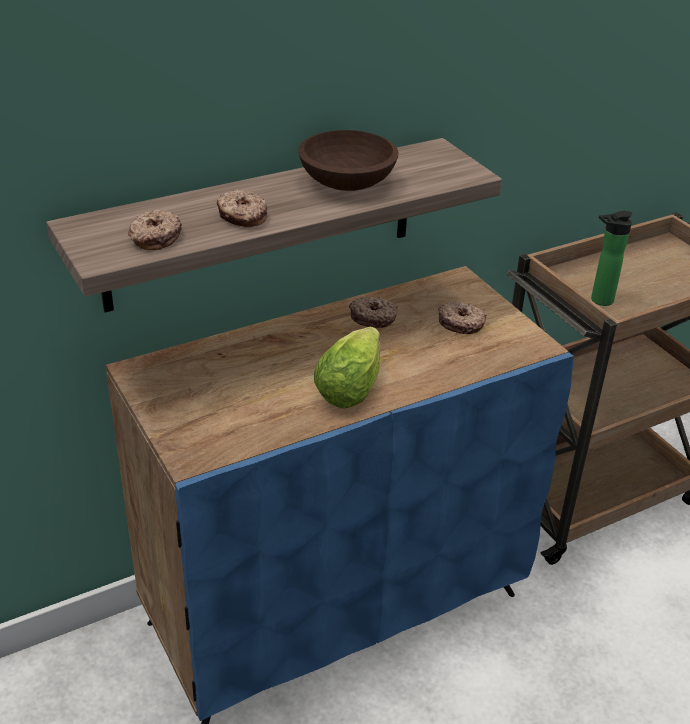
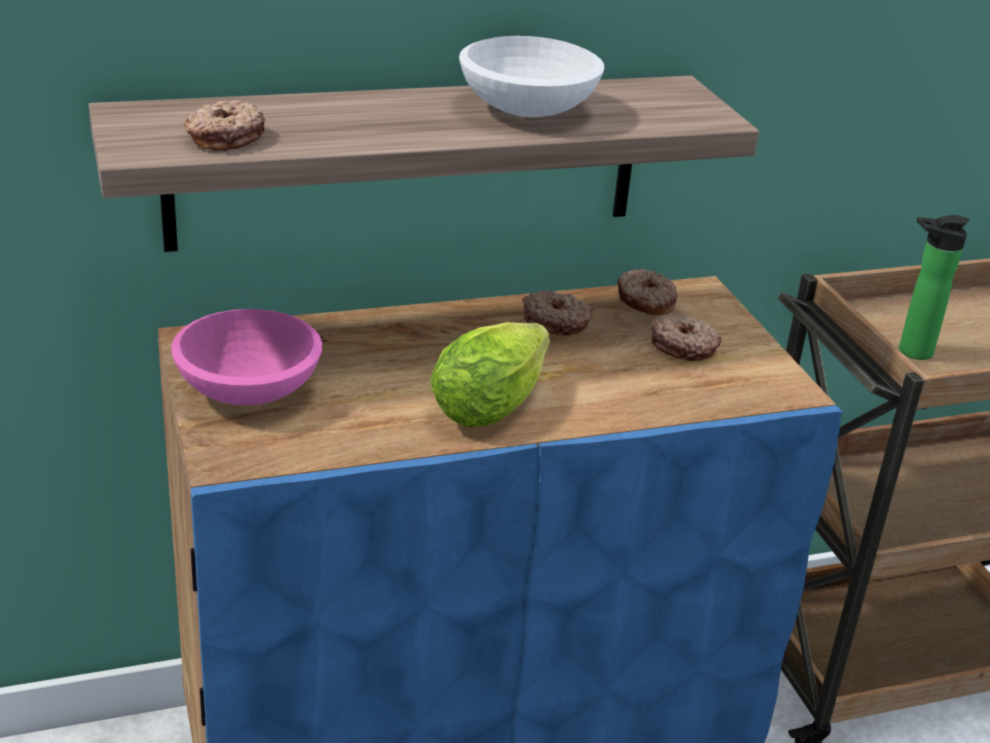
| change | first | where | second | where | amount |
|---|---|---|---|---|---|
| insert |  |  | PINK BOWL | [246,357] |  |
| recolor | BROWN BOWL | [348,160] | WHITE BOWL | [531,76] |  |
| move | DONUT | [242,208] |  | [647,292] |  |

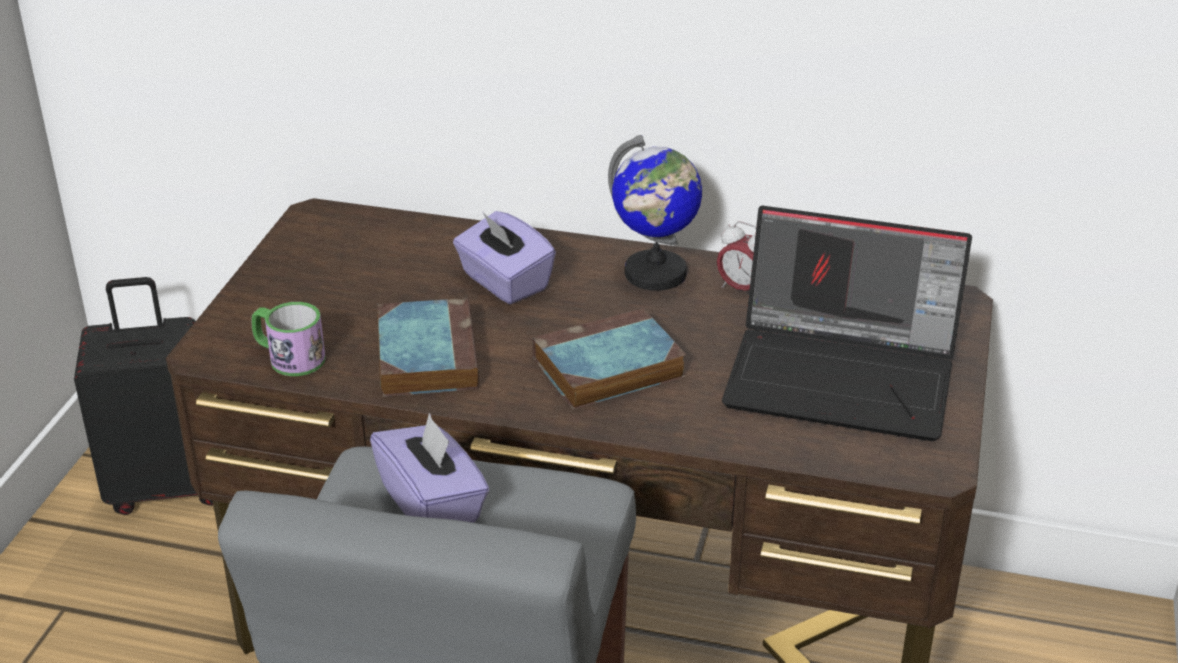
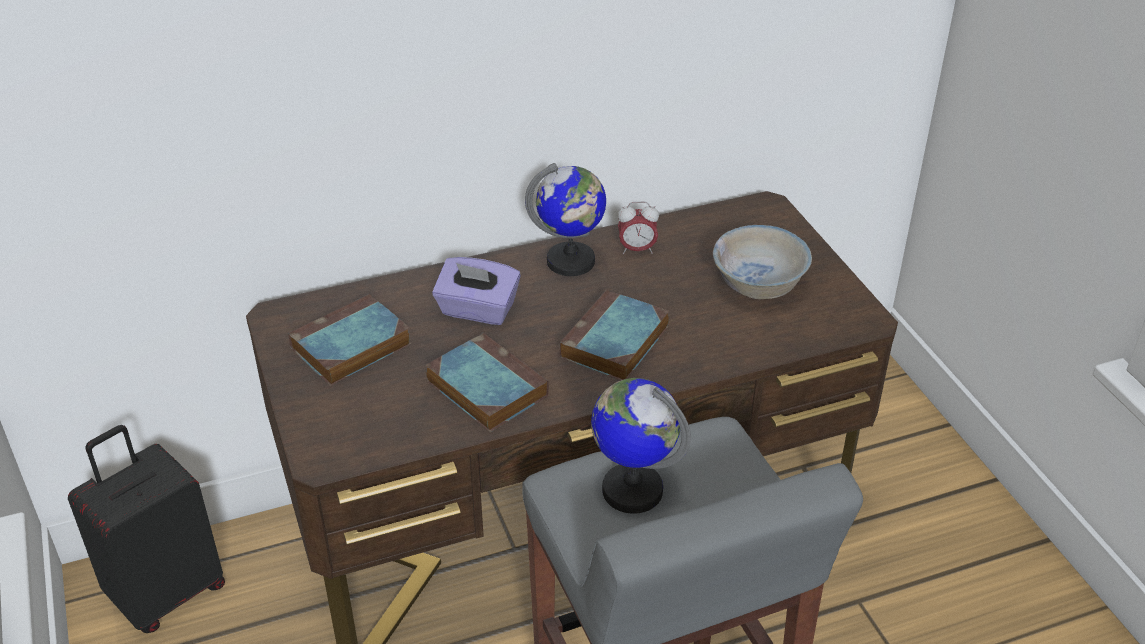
| change | first | where | second | where | amount |
|---|---|---|---|---|---|
| insert |  |  | BOOK | [350,340] |  |
| replace | PURPLE TISSUE BOX | [429,468] | GLOBE | [641,446] |  |
| replace | LAPTOP | [847,323] | WHITE BOWL | [762,262] |  |
| delete | MUG | [288,339] |  |  |  |

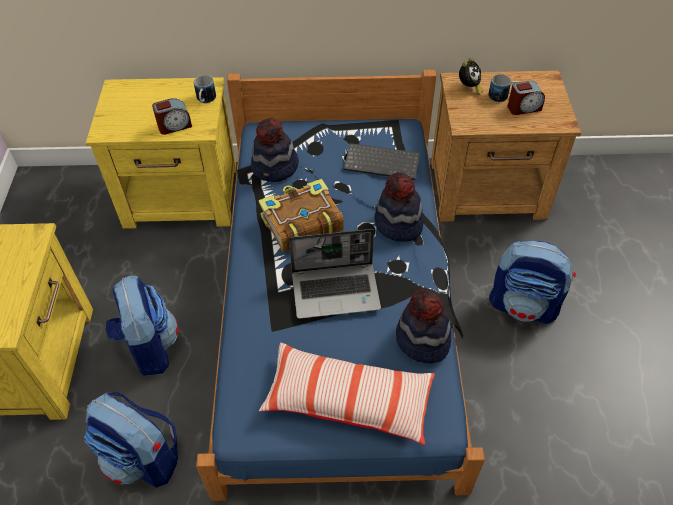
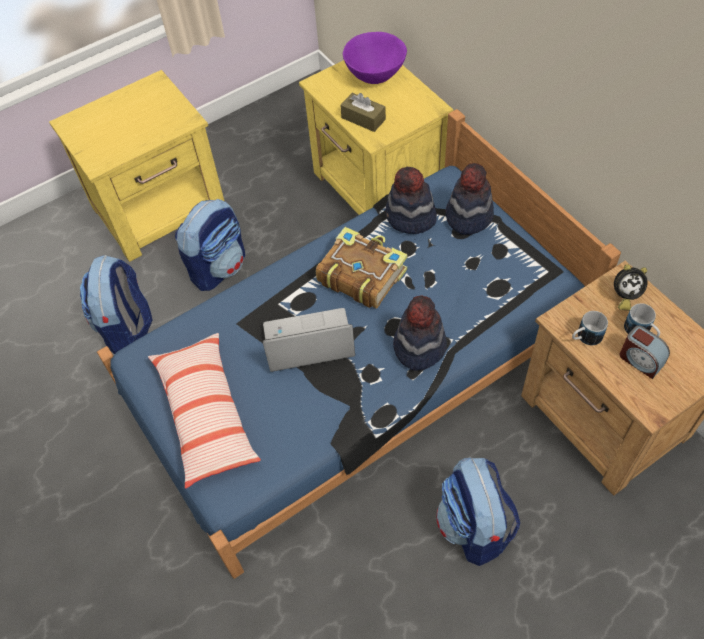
| change | first | where | second | where | amount |
|---|---|---|---|---|---|
| rotate | LAPTOP | [335,274] |  | [309,340] | 120 degrees clockwise |
| replace | ALARM CLOCK | [172,116] | BROWN TISSUE BOX | [363,112] |  |
| insert |  |  | PURPLE BOWL | [375,58] |  |
| move | HAT | [423,325] |  | [470,199] |  |
| move | MUG | [205,89] |  | [590,328] |  |
| delete | KEYBOARD | [382,161] |  |  |  |

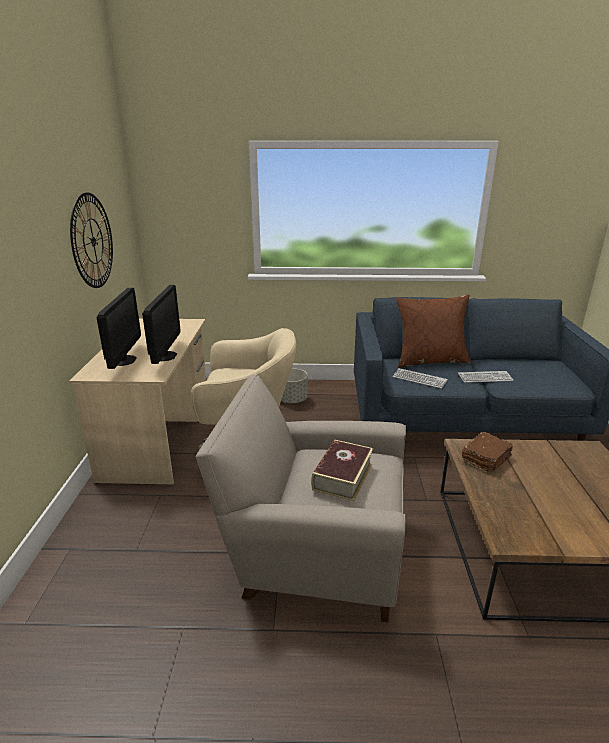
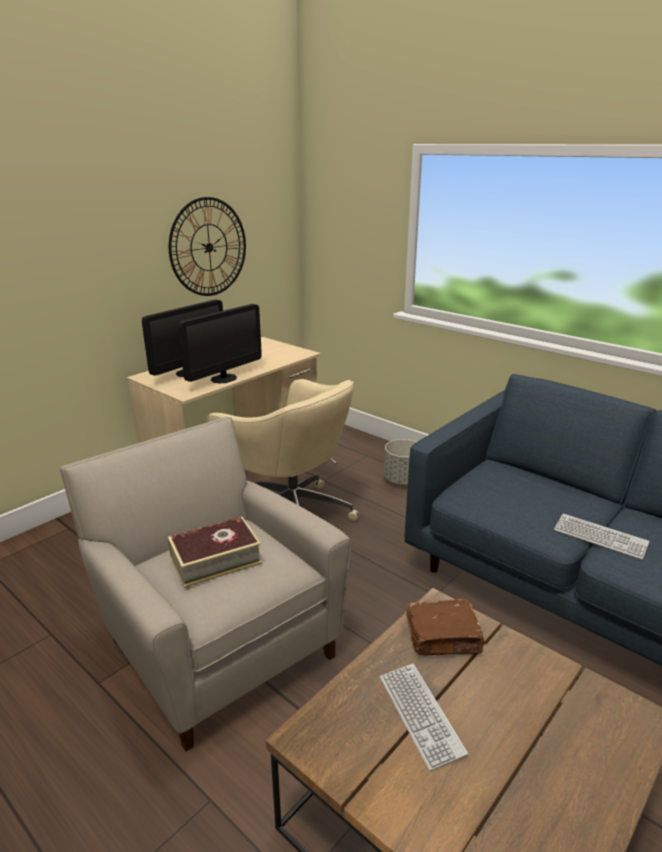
| change | first | where | second | where | amount |
|---|---|---|---|---|---|
| move | KEYBOARD | [420,378] |  | [424,717] |  |
| delete | BROWN PILLOW | [433,331] |  |  |  |

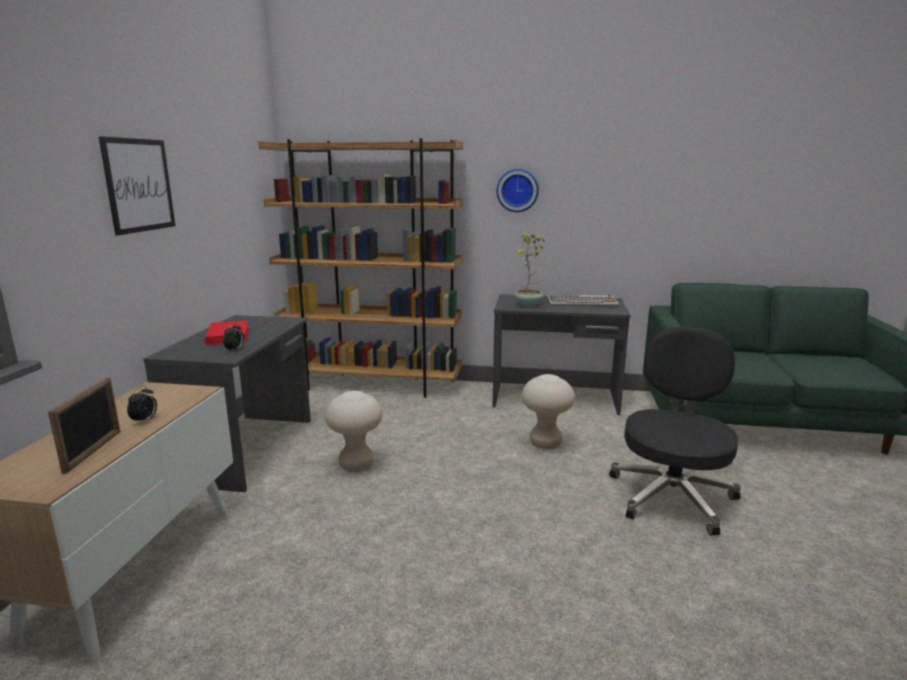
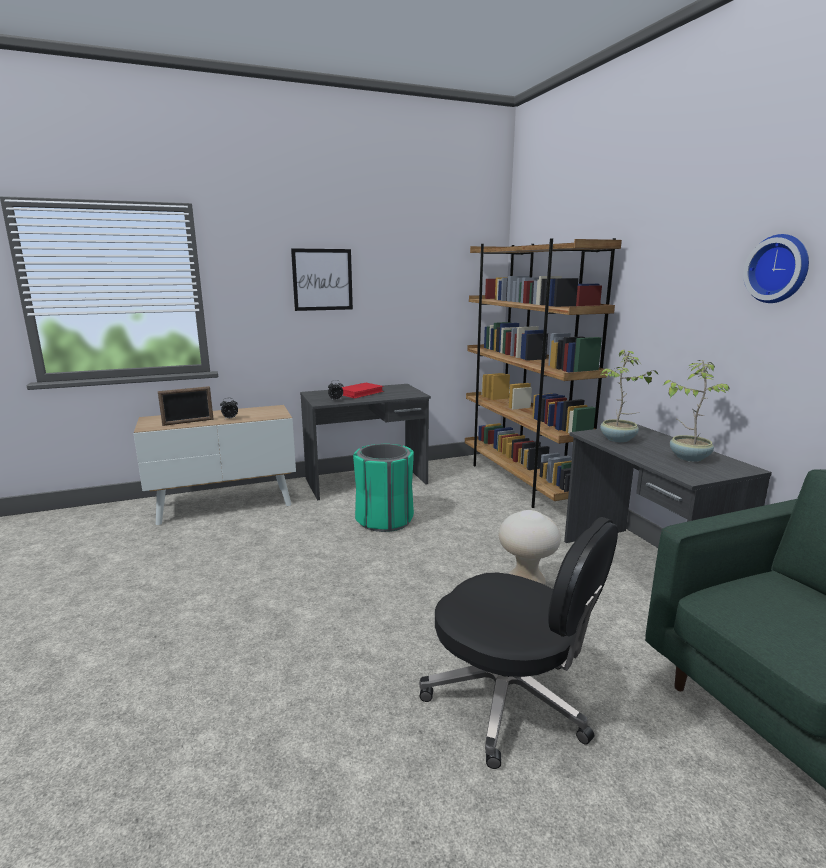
| change | first | where | second | where | amount |
|---|---|---|---|---|---|
| replace | BEIGE STOOL | [353,431] | GREEN TRASH CAN | [383,488] |  |
| rotate | BLACK OFFICE CHAIR | [675,431] |  | [518,643] | 45 degrees clockwise |
| replace | KEYBOARD | [582,301] | POTTED PLANT | [696,411] |  |
| move | WALL CLOCK | [518,190] |  | [776,268] |  |

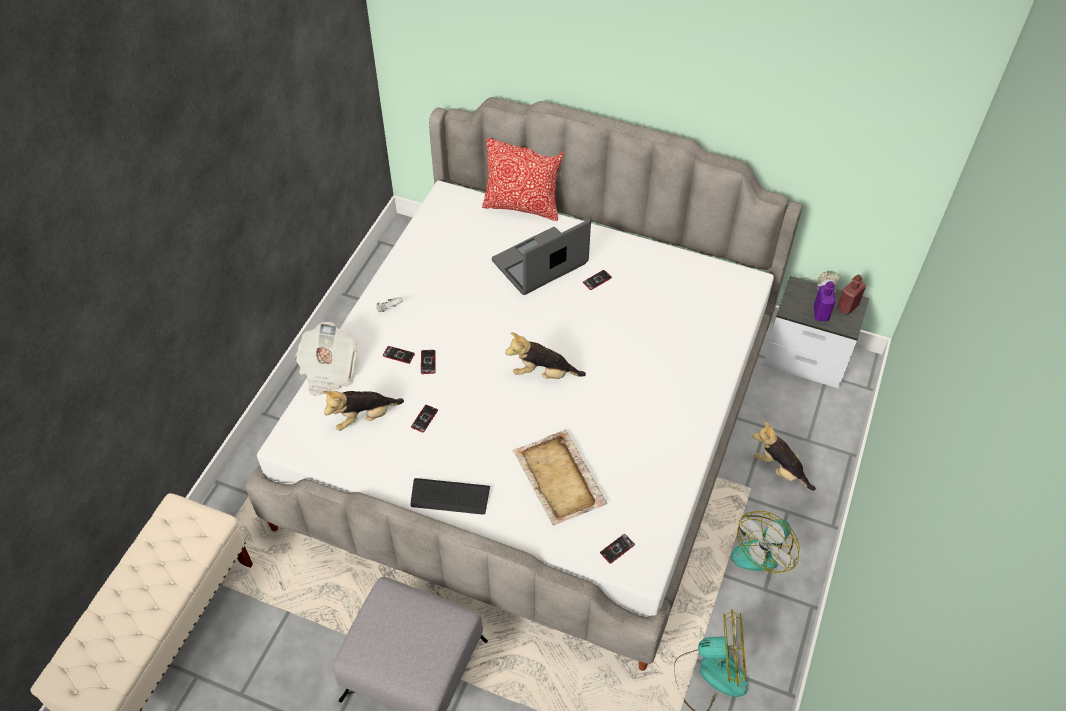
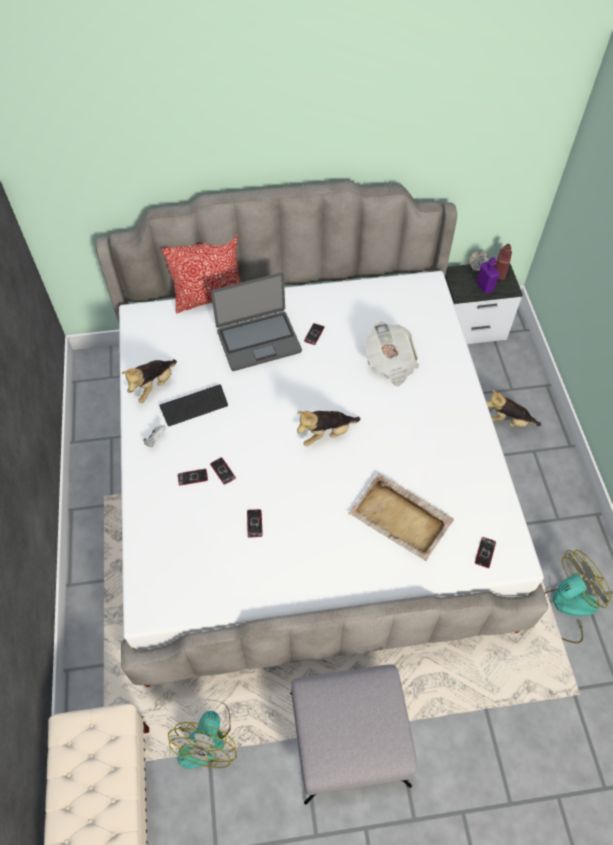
| change | first | where | second | where | amount |
|---|---|---|---|---|---|
| move | PLUSH TOY | [363,411] |  | [149,381] |  |
| move | KEYBOARD | [450,496] |  | [193,405] |  |
| move | FAN | [765,542] |  | [202,734] |  |
| rotate | LAPTOP | [541,257] |  | [256,321] | 135 degrees counterclockwise |
| move | NEWSPAPER | [326,359] |  | [392,354] |  |

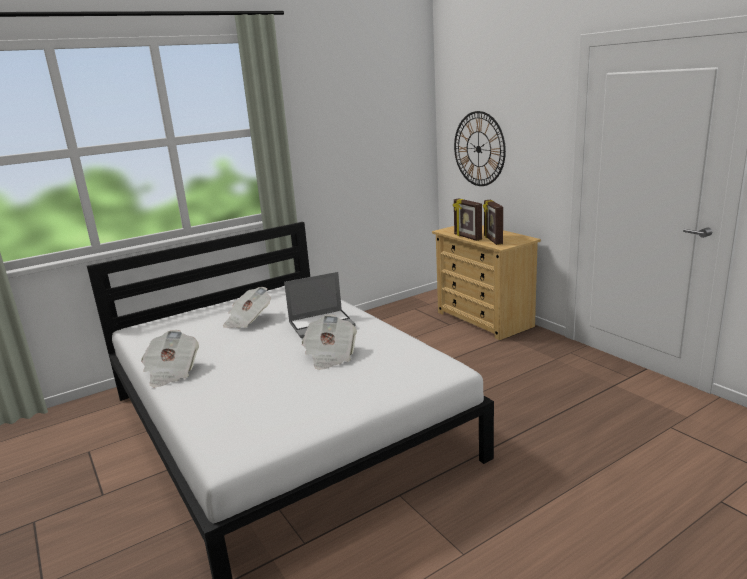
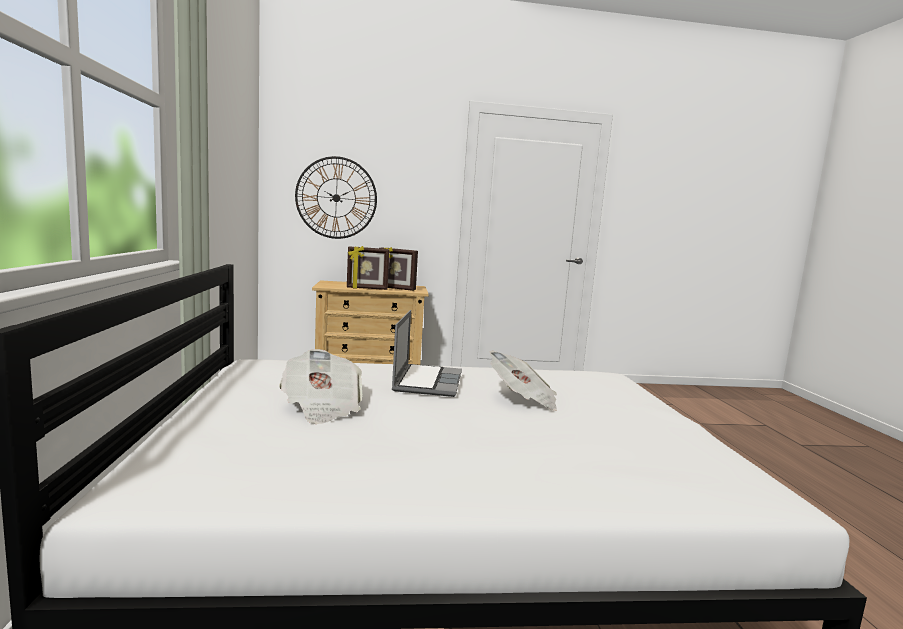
| change | first | where | second | where | amount |
|---|---|---|---|---|---|
| delete | NEWSPAPER | [170,358] |  |  |  |

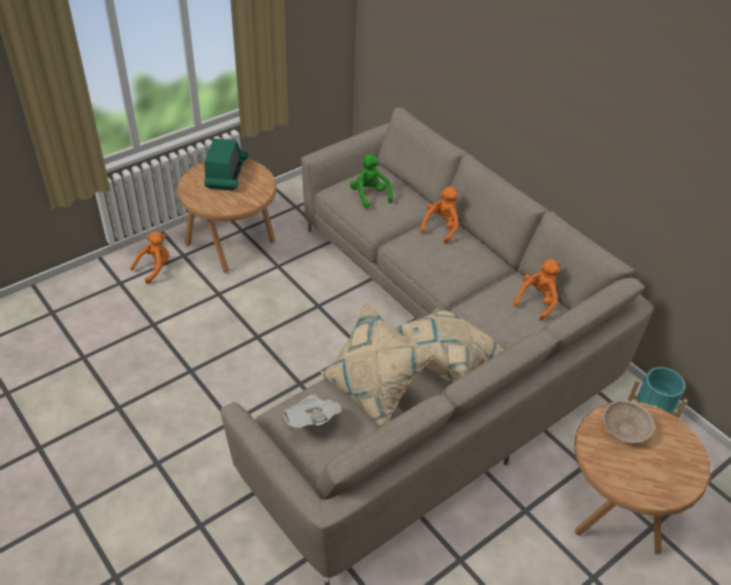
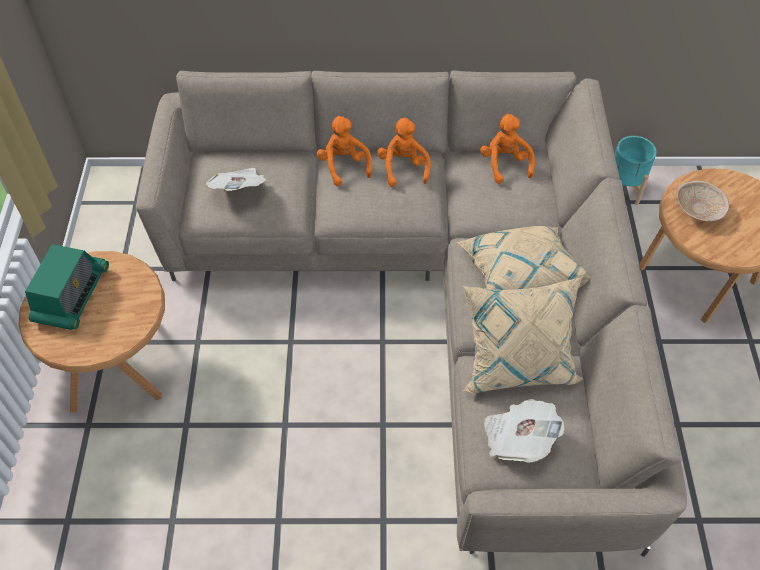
| change | first | where | second | where | amount |
|---|---|---|---|---|---|
| rotate | RADIO | [226,164] |  | [67,287] | 60 degrees clockwise |
| replace | GREEN PLUSH TOY | [371,181] | NEWSPAPER | [236,179] |  |
| move | ORANGE PLUSH TOY | [149,257] |  | [404,152] |  |

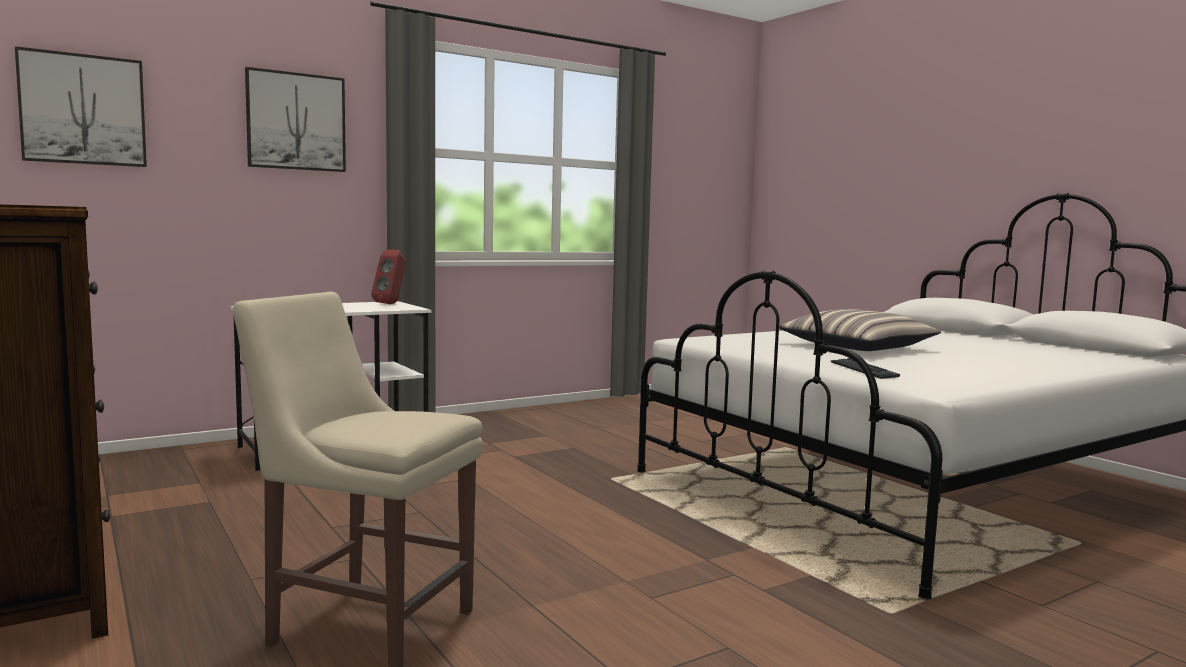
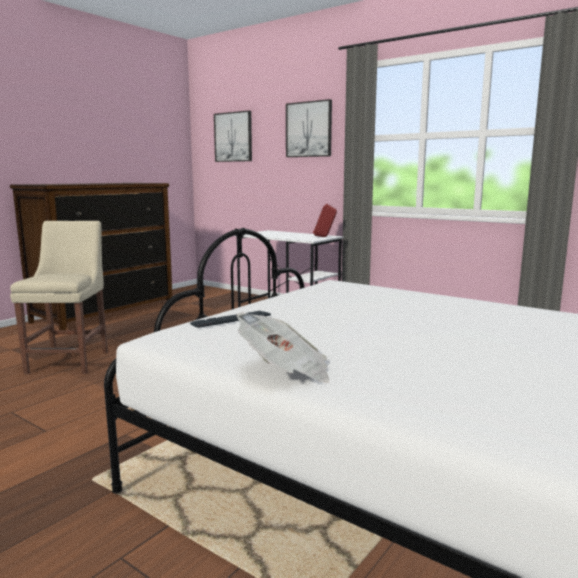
| change | first | where | second | where | amount |
|---|---|---|---|---|---|
| insert |  |  | NEWSPAPER | [283,347] |  |
| delete | PILLOW | [860,330] |  |  |  |

